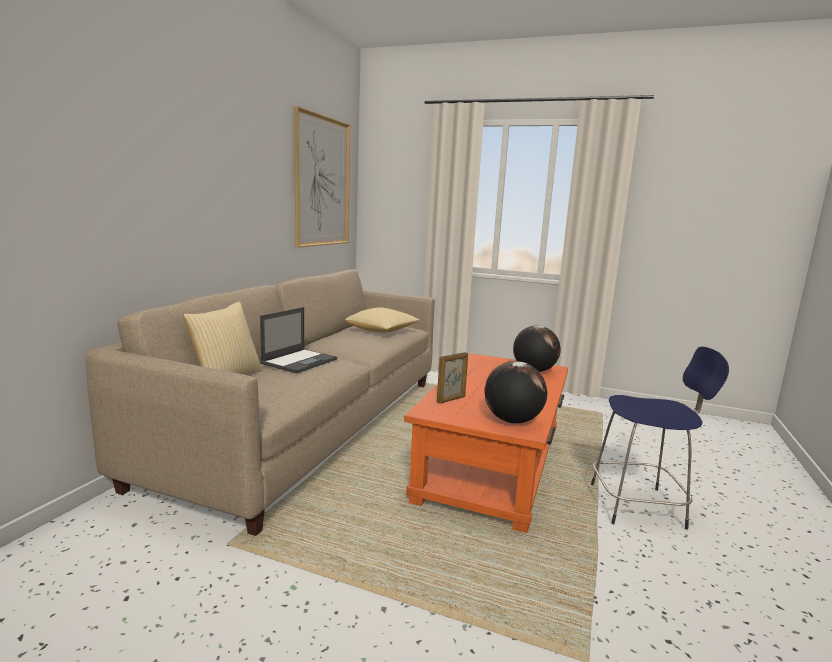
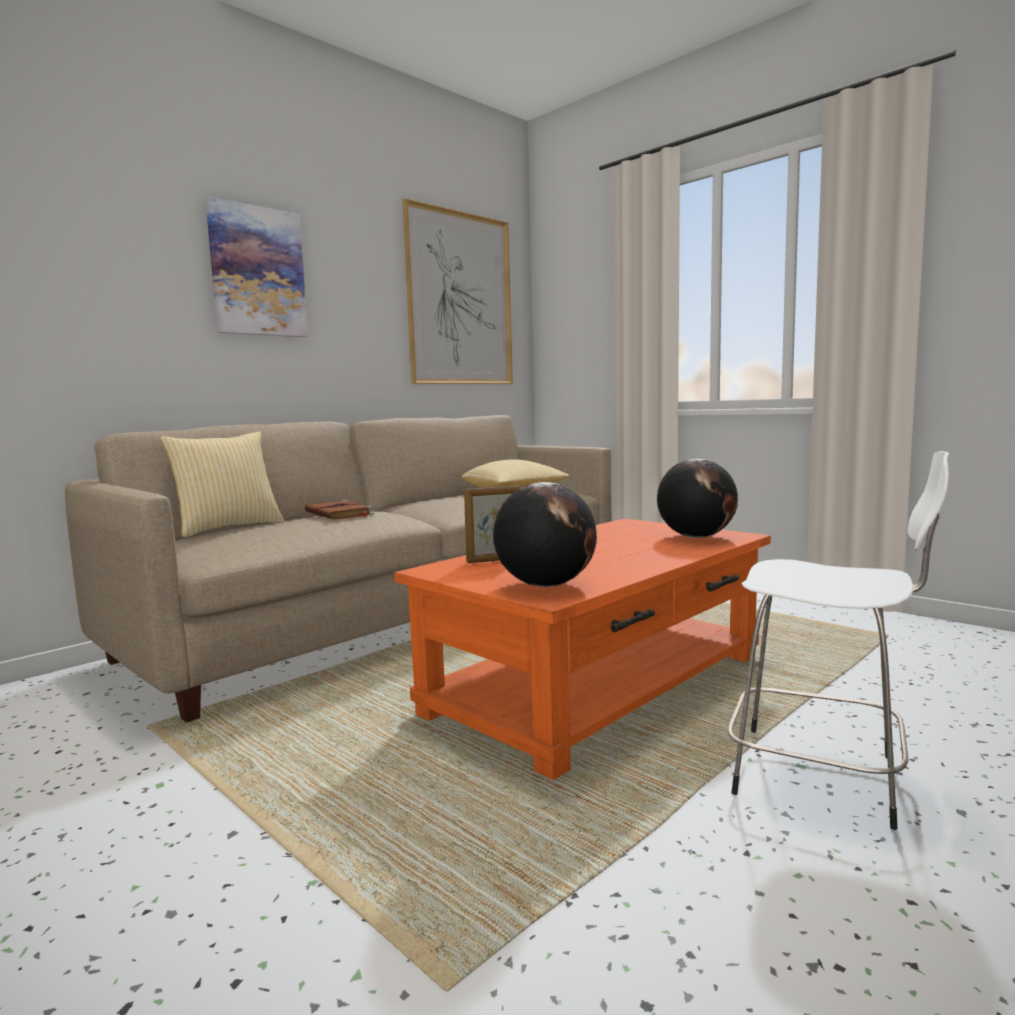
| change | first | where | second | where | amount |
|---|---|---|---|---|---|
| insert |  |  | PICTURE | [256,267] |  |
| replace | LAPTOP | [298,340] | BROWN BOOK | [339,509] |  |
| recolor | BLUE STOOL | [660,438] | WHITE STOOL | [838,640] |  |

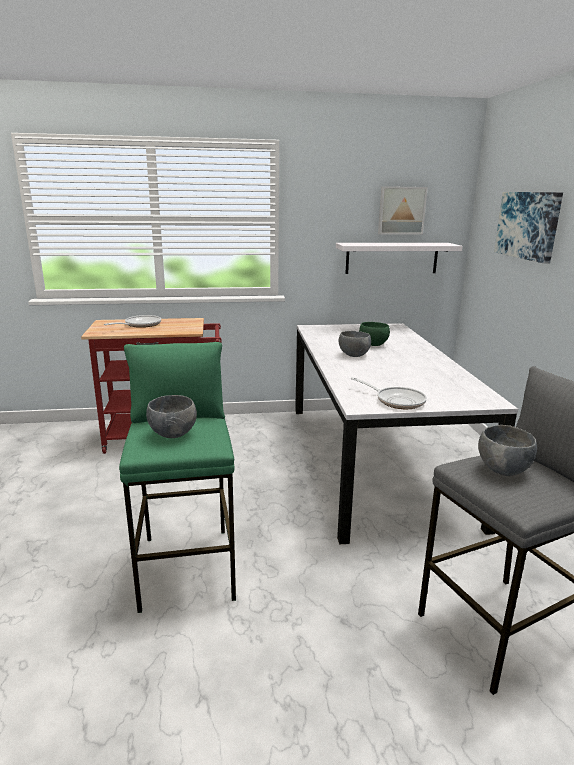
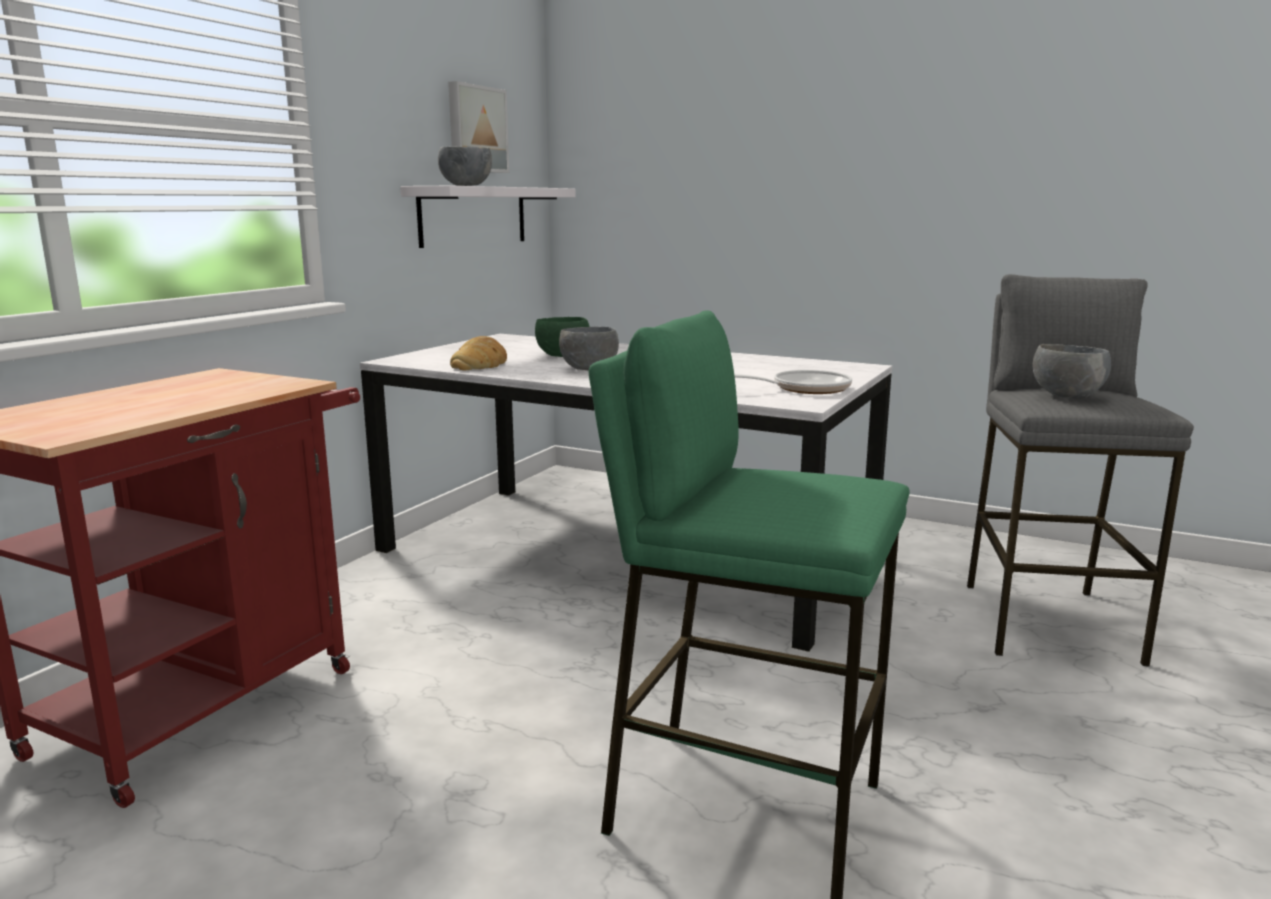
| change | first | where | second | where | amount |
|---|---|---|---|---|---|
| move | GREY BOWL | [171,416] |  | [465,166] |  |
| insert |  |  | BREAD | [478,353] |  |
| delete | FRYING PAN | [132,321] |  |  |  |
| delete | PICTURE | [528,228] |  |  |  |

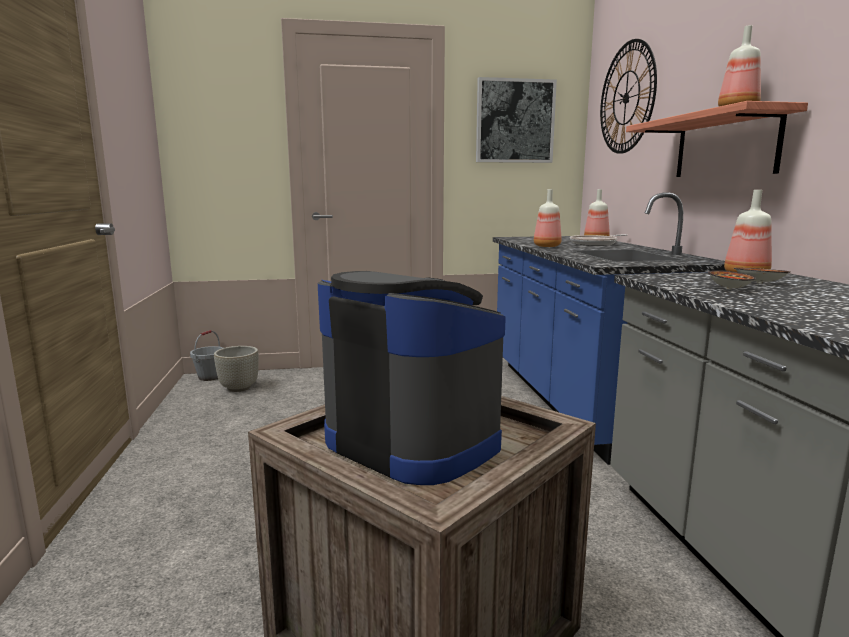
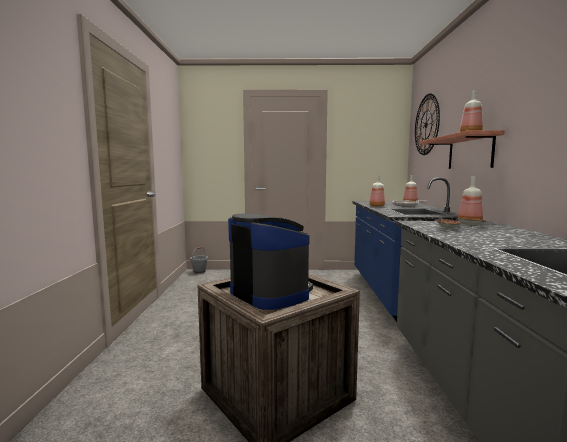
| change | first | where | second | where | amount |
|---|---|---|---|---|---|
| delete | GREY PLANTER | [236,369] |  |  |  |
| delete | PICTURE | [516,120] |  |  |  |

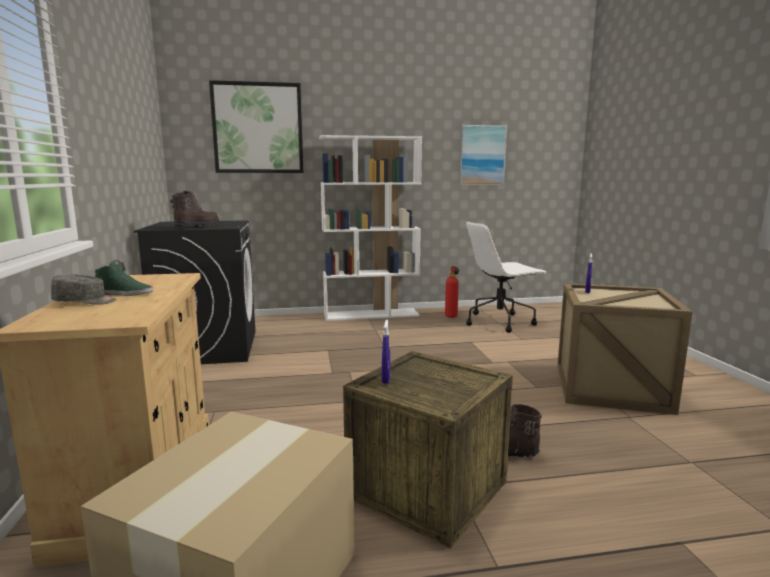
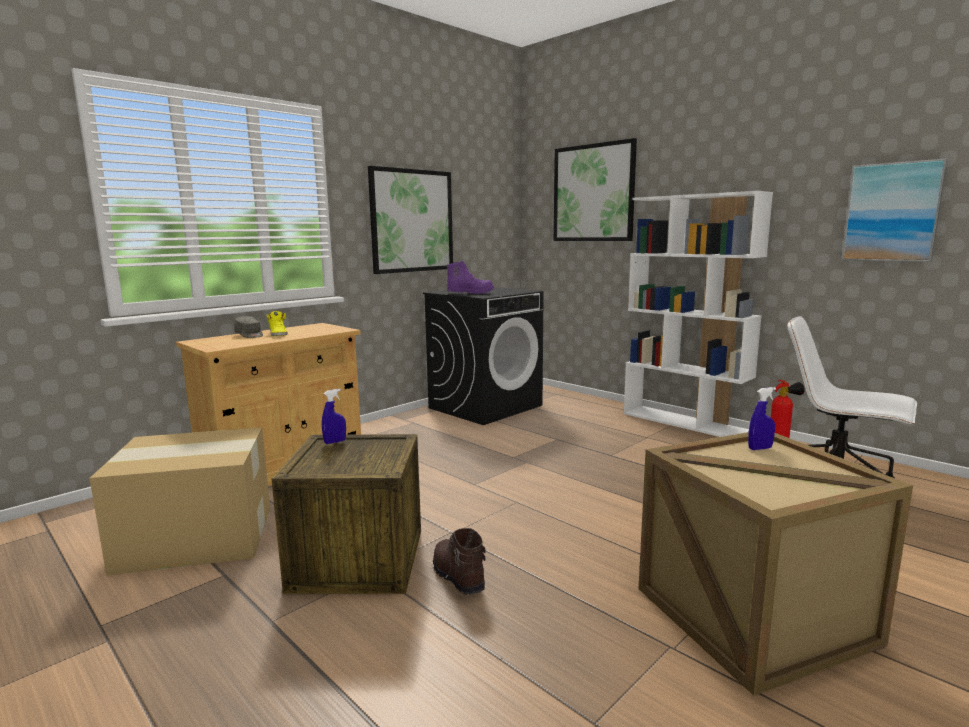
| change | first | where | second | where | amount |
|---|---|---|---|---|---|
| recolor | GREEN SHOE | [124,278] | YELLOW SHOE | [276,323] |  |
| insert |  |  | PICTURE | [410,220] |  |
| recolor | BROWN BOOT | [195,209] | PURPLE BOOT | [470,277] |  |

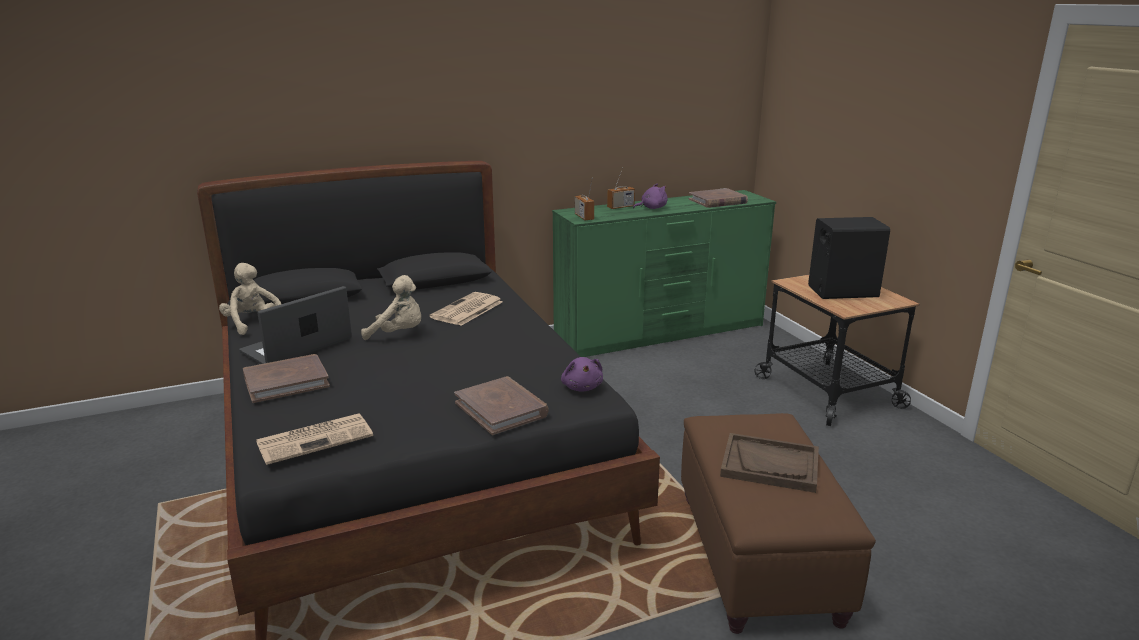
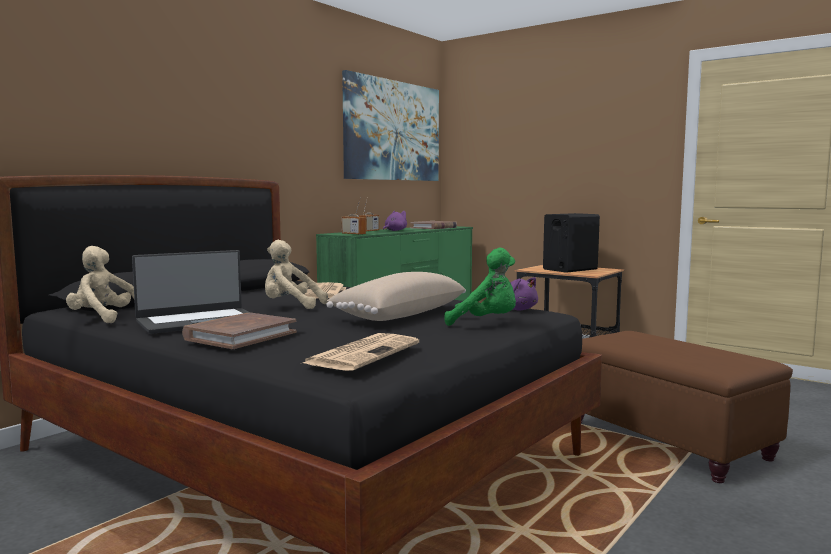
| change | first | where | second | where | amount |
|---|---|---|---|---|---|
| rotate | LAPTOP | [295,325] |  | [191,292] | 135 degrees counterclockwise |
| rotate | BEIGE PLUSH TOY | [391,307] |  | [296,274] | 150 degrees counterclockwise |
| insert |  |  | BEIGE PILLOW | [396,296] |  |
| insert |  |  | PICTURE | [390,125] |  |
| replace | BROWN BOOK | [501,405] | GREEN PLUSH TOY | [480,287] |  |
| delete | BROWN TRAY | [769,463] |  |  |  |

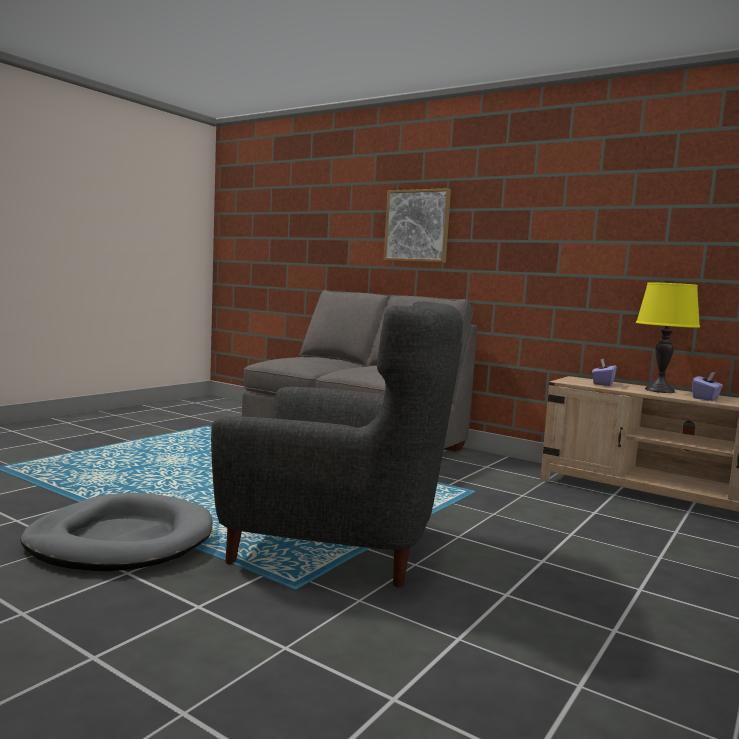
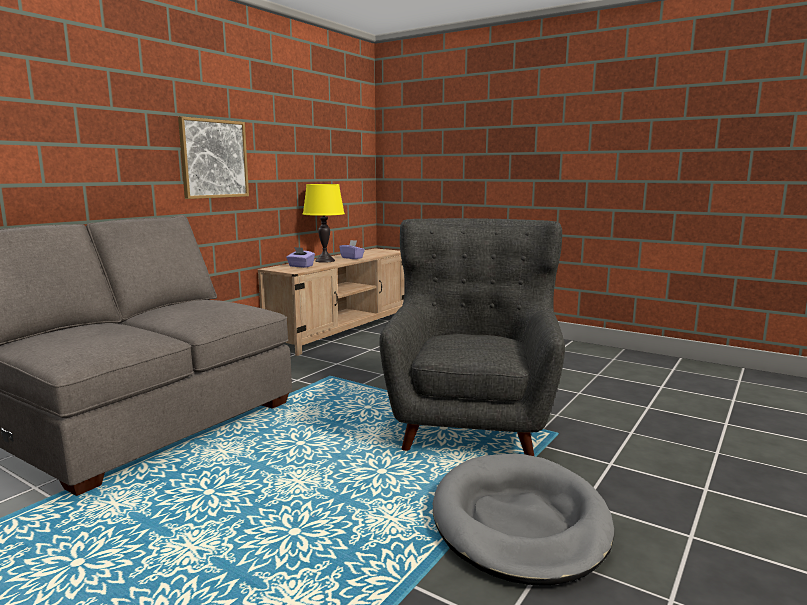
| change | first | where | second | where | amount |
|---|---|---|---|---|---|
| move | PICTURE | [417,225] |  | [213,157] |  |

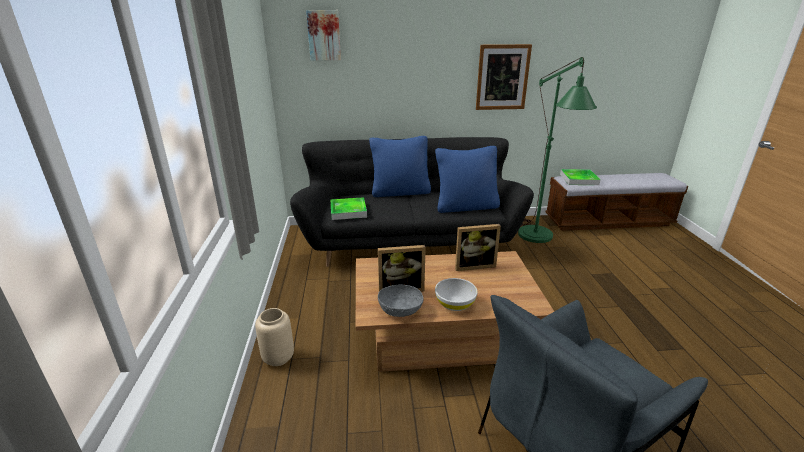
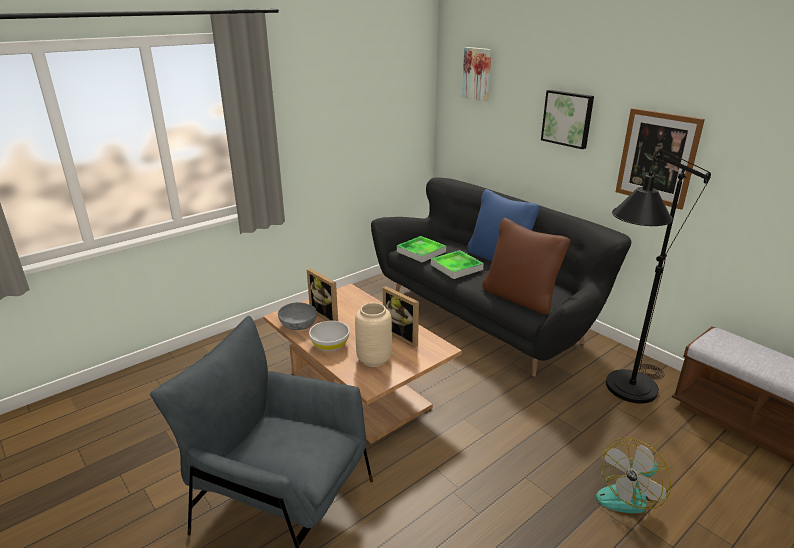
| change | first | where | second | where | amount |
|---|---|---|---|---|---|
| move | BEIGE VASE | [274,337] |  | [373,335] |  |
| move | TRAY | [580,177] |  | [457,264] |  |
| recolor | BLUE PILLOW | [467,179] | BROWN PILLOW | [526,266] |  |
| insert |  |  | PICTURE | [567,119] |  |
| insert |  |  | FAN | [633,475] |  |
| recolor | GREEN FLOOR LAMP | [557,150] | BLACK FLOOR LAMP | [658,276] |  |

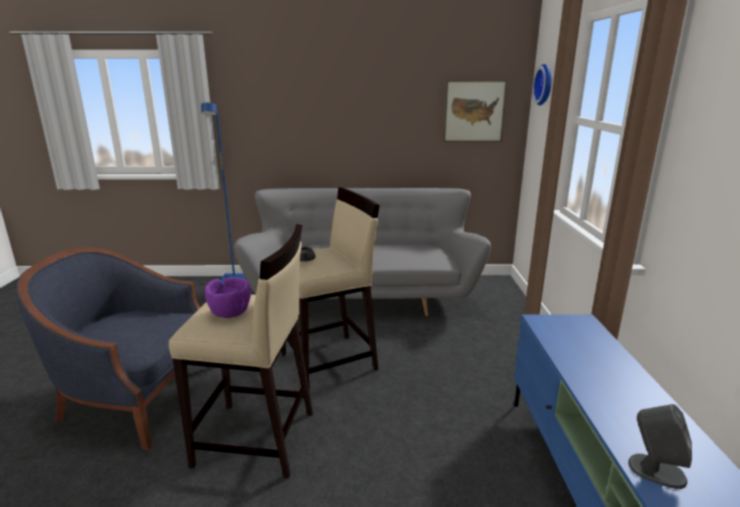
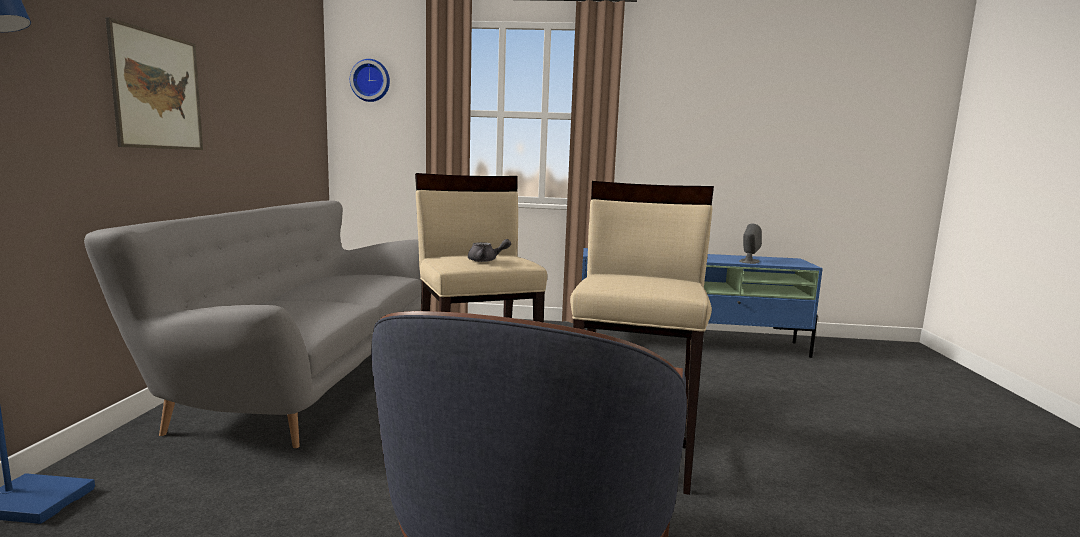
| change | first | where | second | where | amount |
|---|---|---|---|---|---|
| move | PICTURE | [475,111] |  | [154,83] |  |
| delete | PURPLE BOWL | [228,297] |  |  |  |

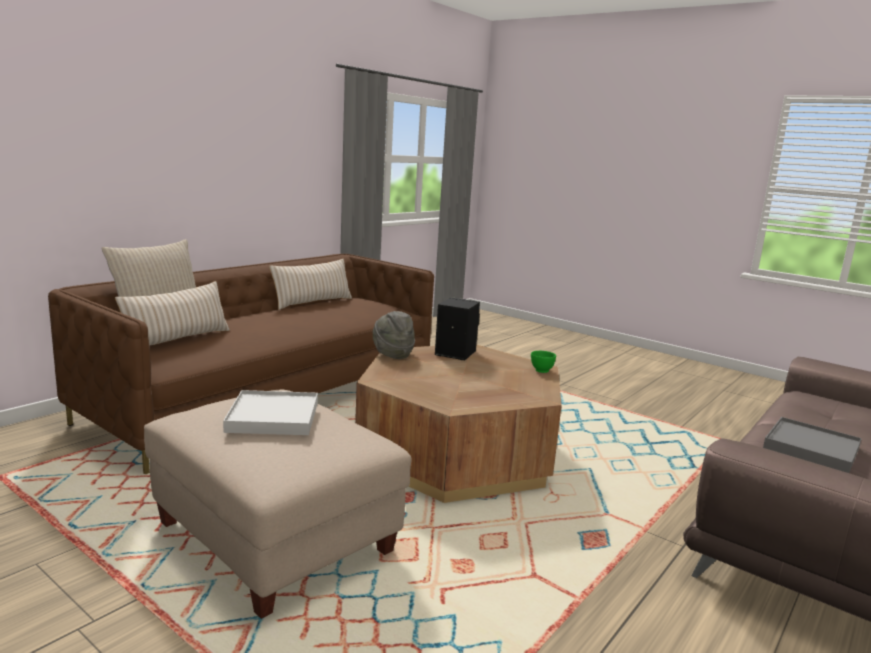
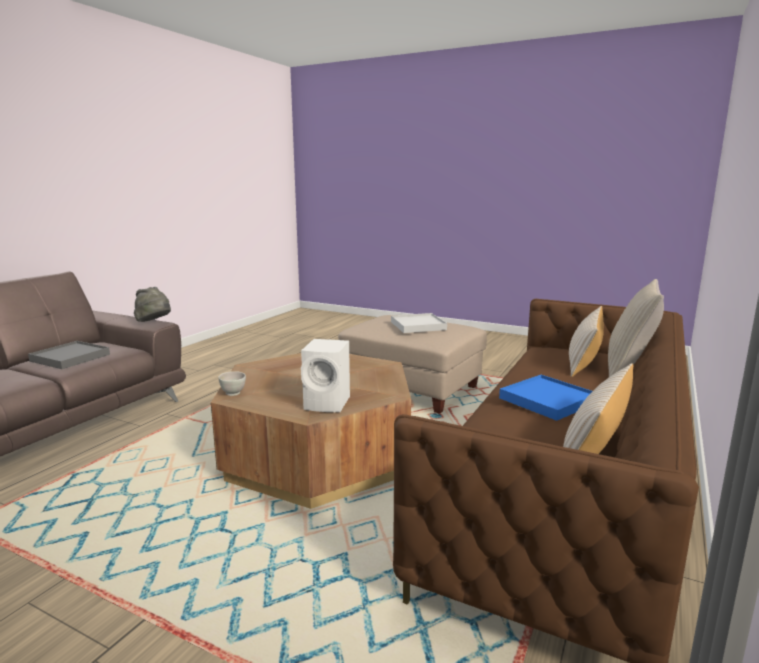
| change | first | where | second | where | amount |
|---|---|---|---|---|---|
| move | GREY HAT | [393,335] |  | [152,304] |  |
| recolor | GREEN BOWL | [543,362] | WHITE BOWL | [232,383] |  |
| recolor | BLACK SPEAKER | [457,328] | WHITE SPEAKER | [325,375] |  |
| insert |  |  | BLUE TRAY | [545,398] |  |

